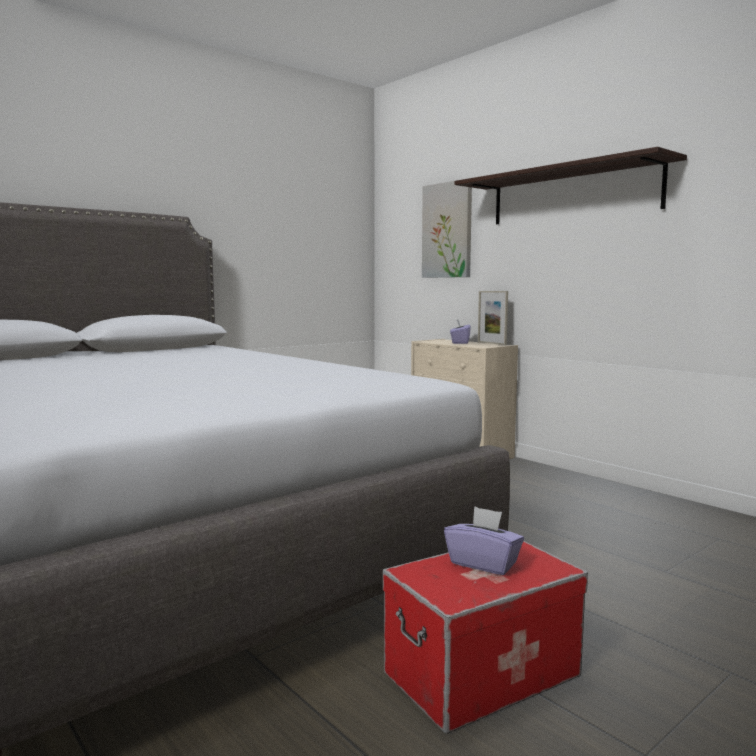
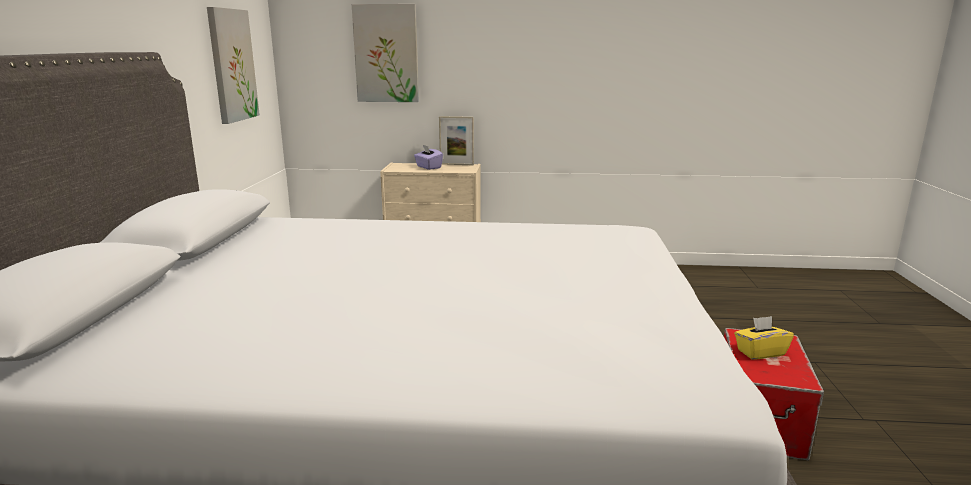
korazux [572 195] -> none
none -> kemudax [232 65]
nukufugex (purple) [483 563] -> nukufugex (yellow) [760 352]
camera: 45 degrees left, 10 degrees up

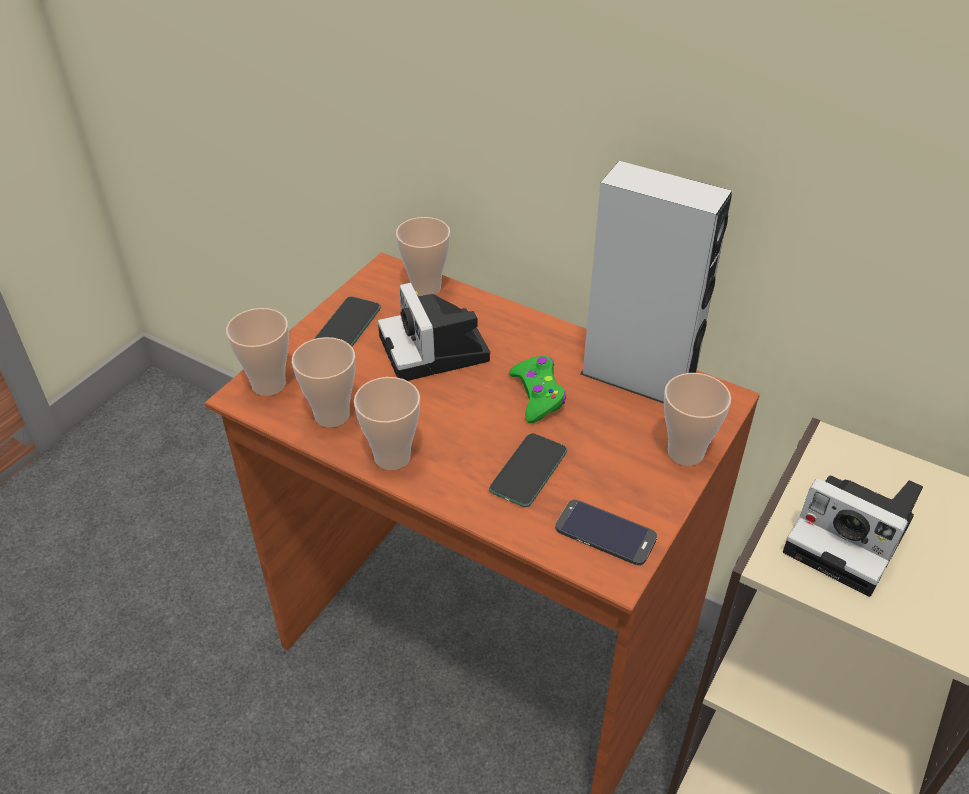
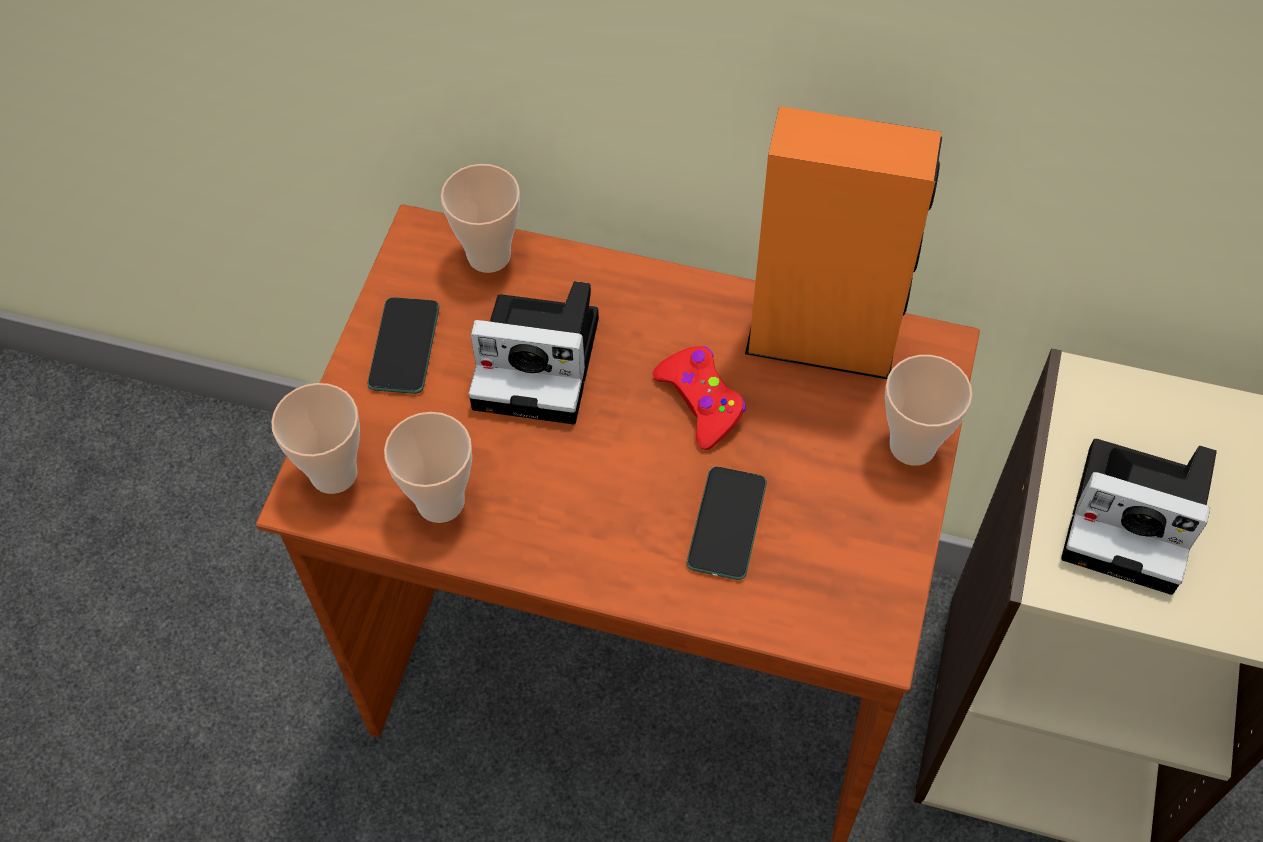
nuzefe [392 457] -> none
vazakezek [605 533] -> none
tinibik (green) [538 395] -> tinibik (red) [701 401]
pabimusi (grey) [637 378] -> pabimusi (orange) [821 343]
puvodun [436 351] -> puvodun [543 361], 45 degrees counterclockwise
camera: 15 degrees left, 15 degrees up

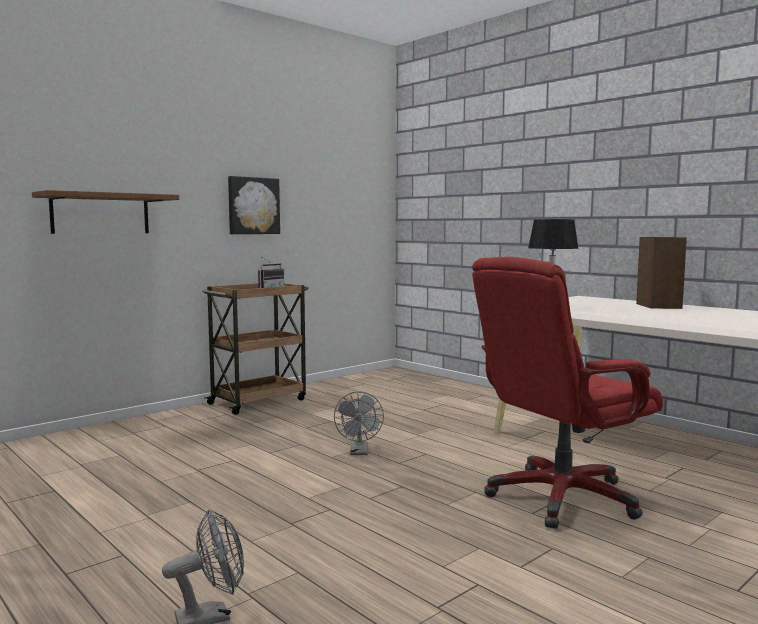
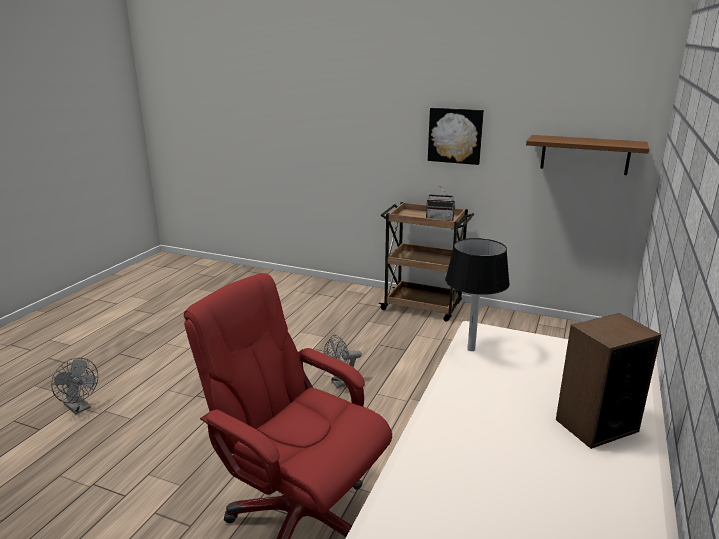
korazux (brown) [100 213] -> korazux (brown) [585 154], moved
camera: 65 degrees right, 15 degrees up

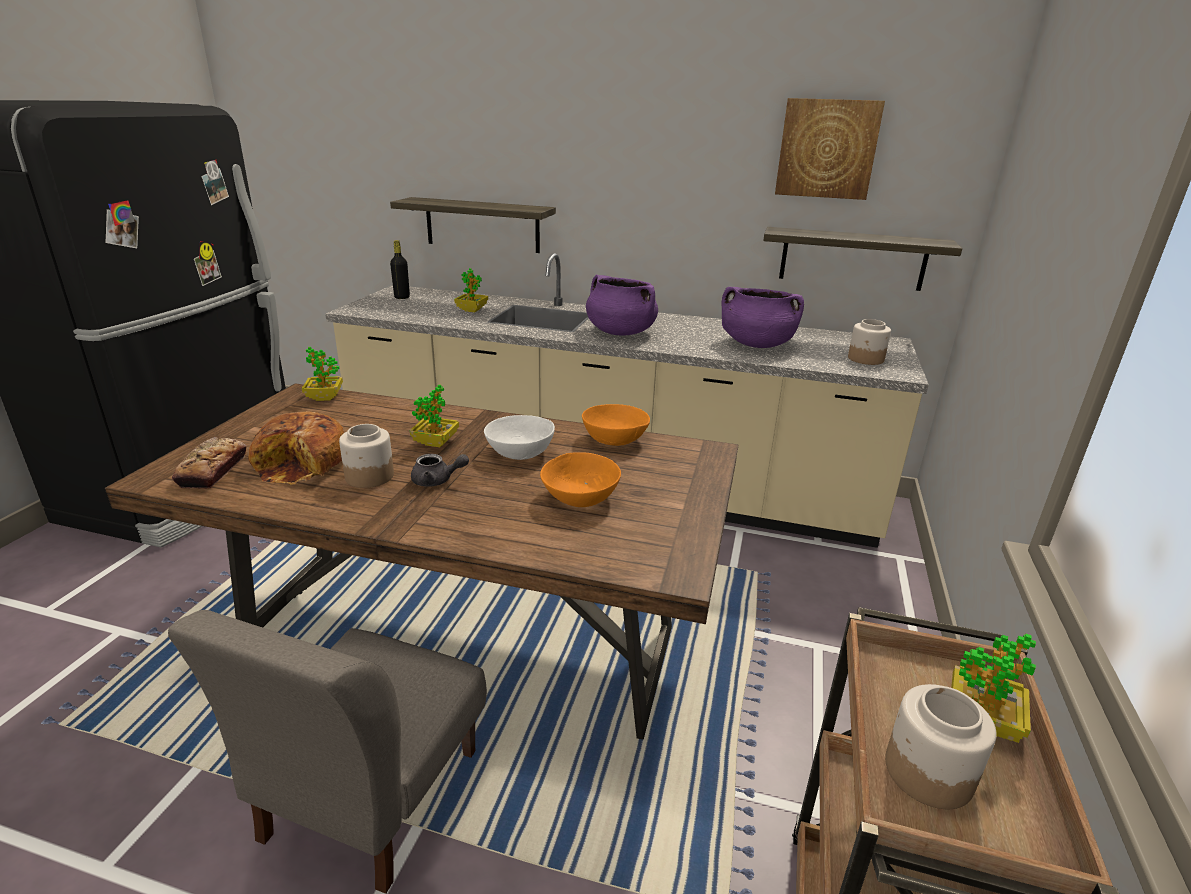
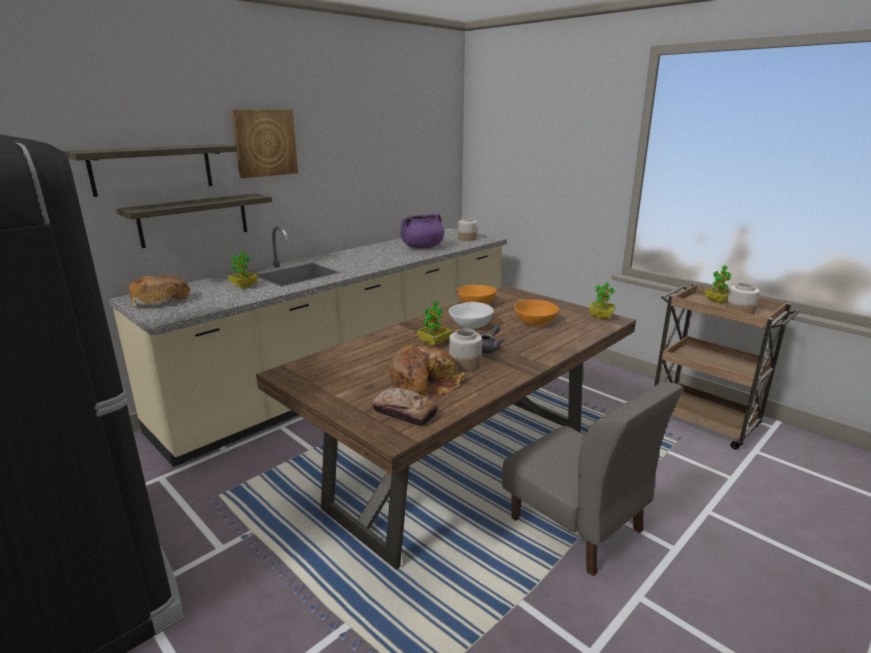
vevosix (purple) [620 332] -> none
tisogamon [324 397] -> tisogamon [600 317], moved
korazux [852 259] -> korazux [152 169], moved
kemudax [827 149] -> kemudax [265 143], moved
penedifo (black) [402 297] -> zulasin [160 300]
camera: 60 degrees left, 5 degrees down

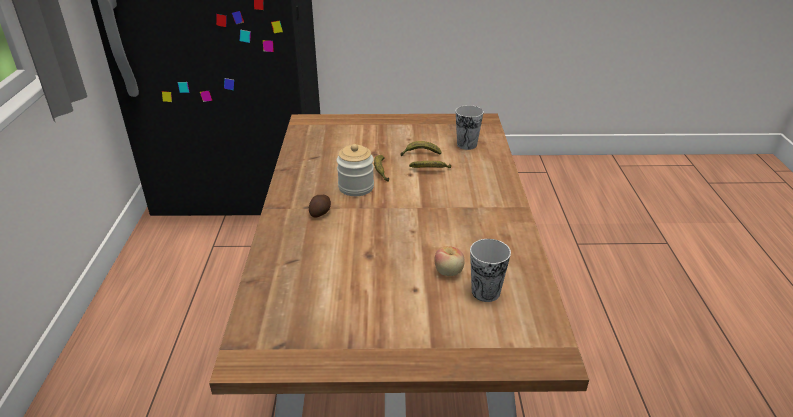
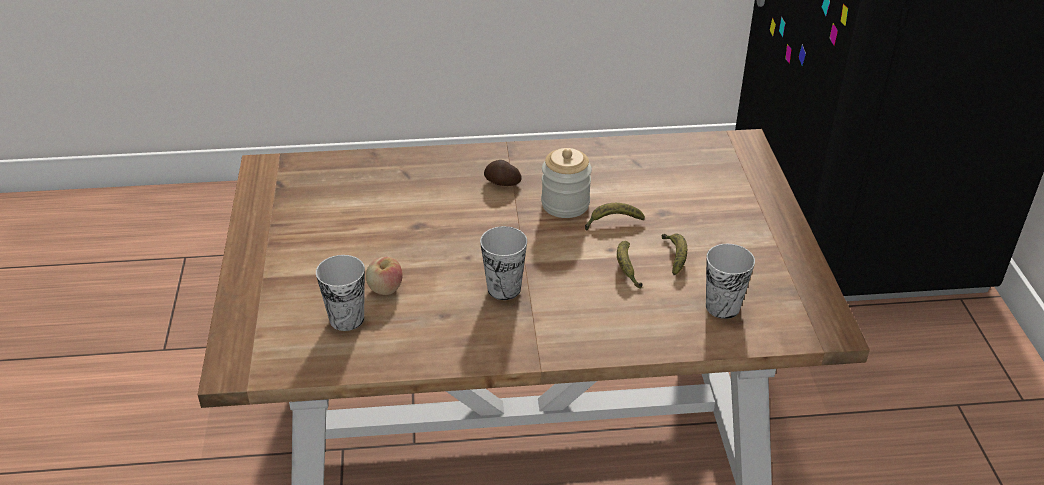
none -> nuzefe [504 289]
camera: 85 degrees right, 5 degrees up

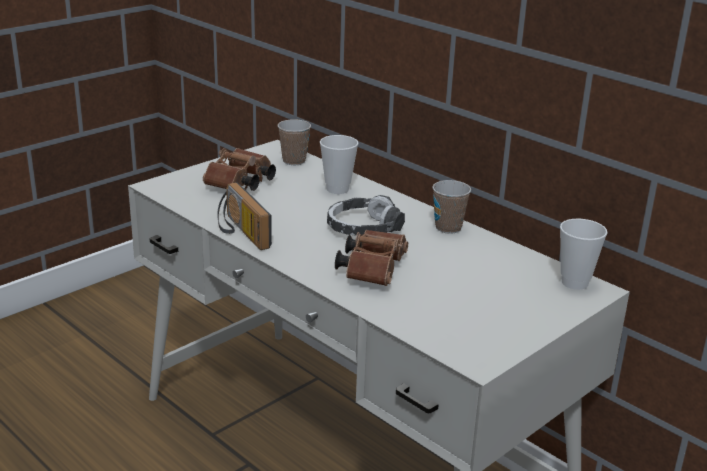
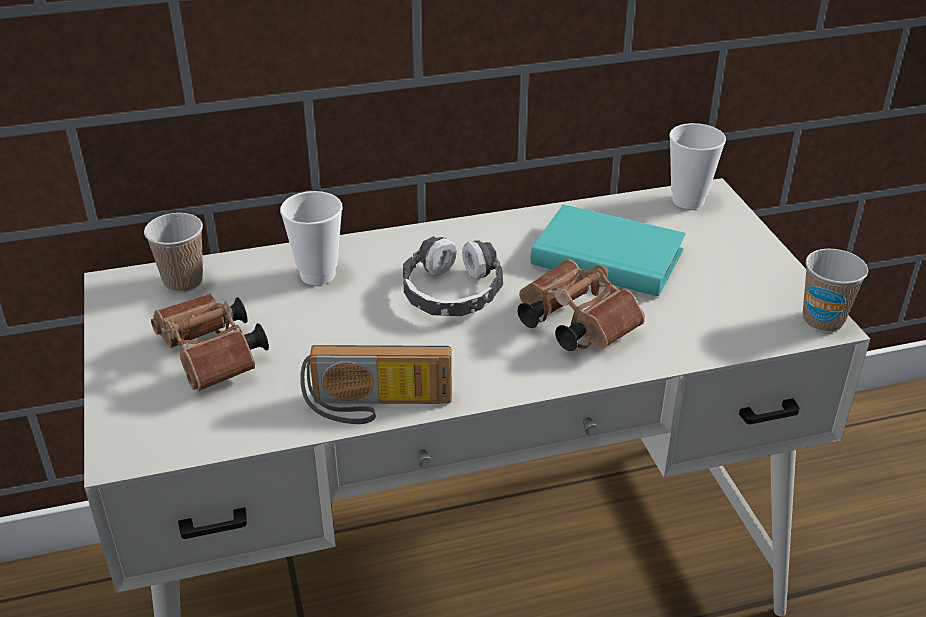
none -> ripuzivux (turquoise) [607 258]
nuzefe [448 228] -> nuzefe [822 320], moved
camera: 60 degrees left, 10 degrees up

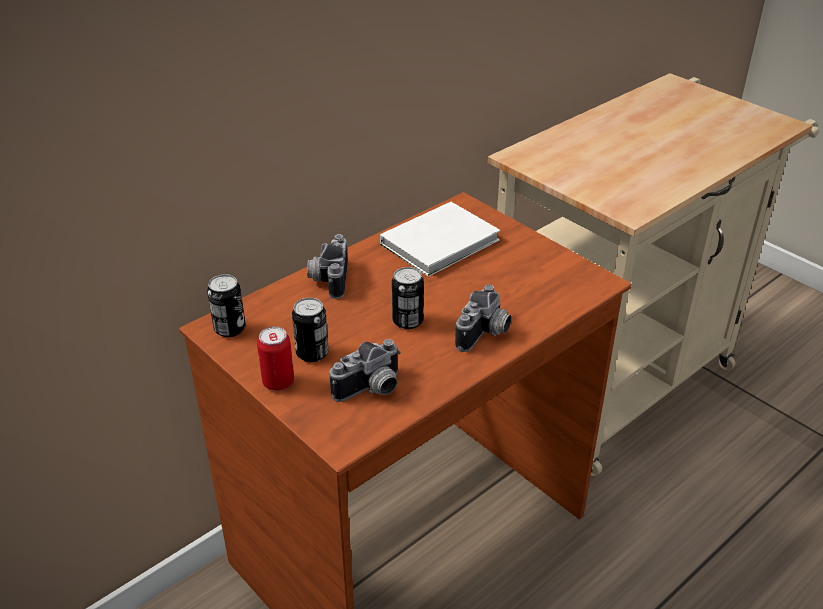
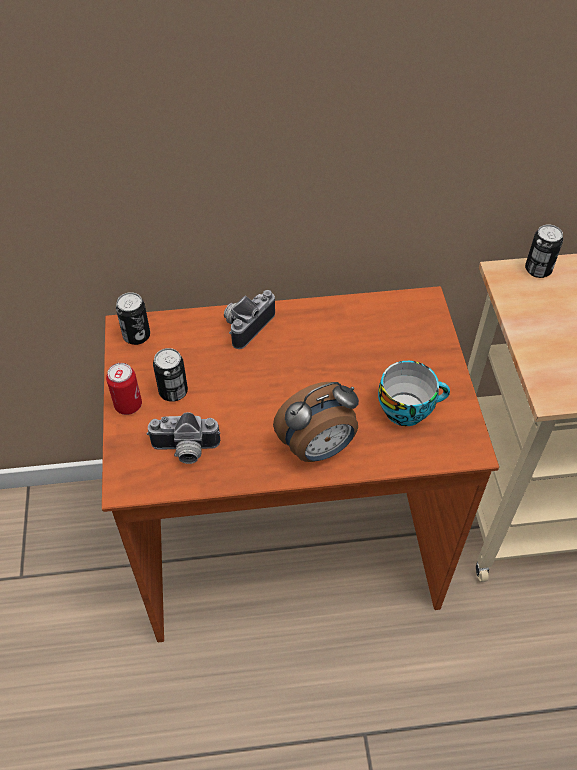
ripuzivux (white) [443 242] -> none
none -> nuzefe [407 408]
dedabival [408 321] -> dedabival [538 270], moved
puvodun [485 334] -> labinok [318 448]
camera: 35 degrees right, 15 degrees up

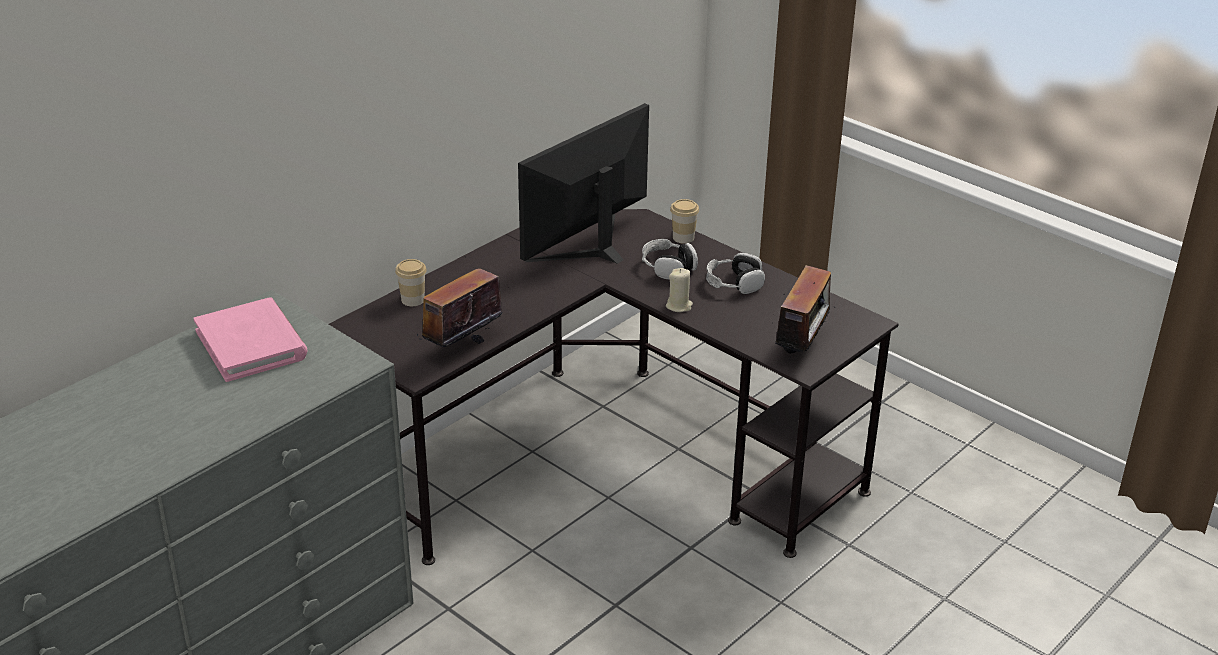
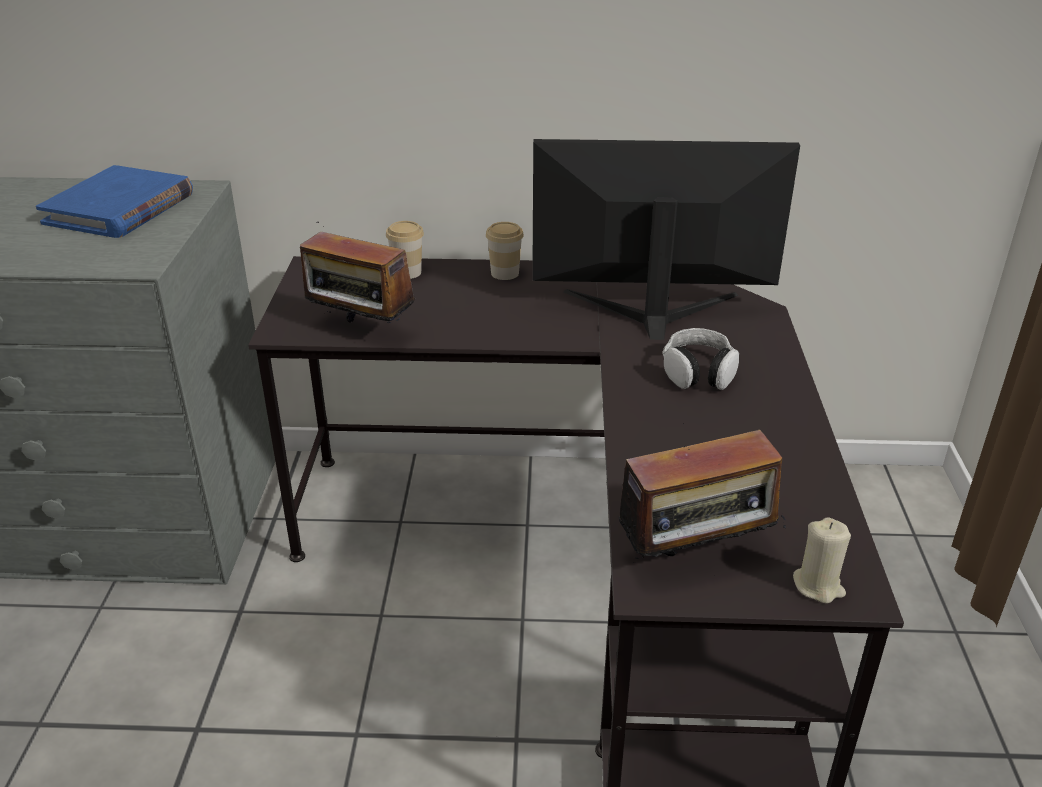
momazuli [734 283] -> none
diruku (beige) [679 306] -> diruku (beige) [818 585], moved
nuzefe [683 238] -> nuzefe [505 273], moved
ripuzivux (pink) [251 344] -> ripuzivux (blue) [120 208]
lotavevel [461 346] -> lotavevel [361 330], 150 degrees counterclockwise
camera: 50 degrees right, 0 degrees up

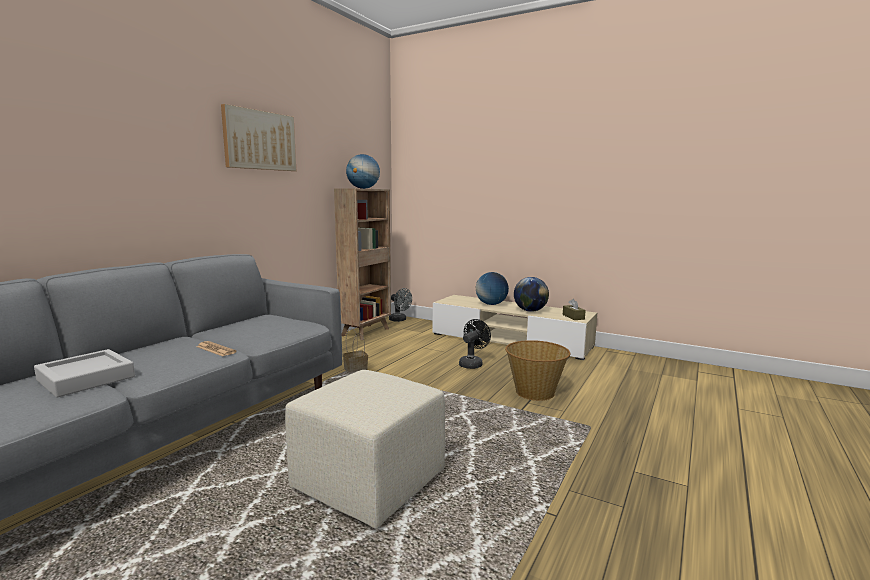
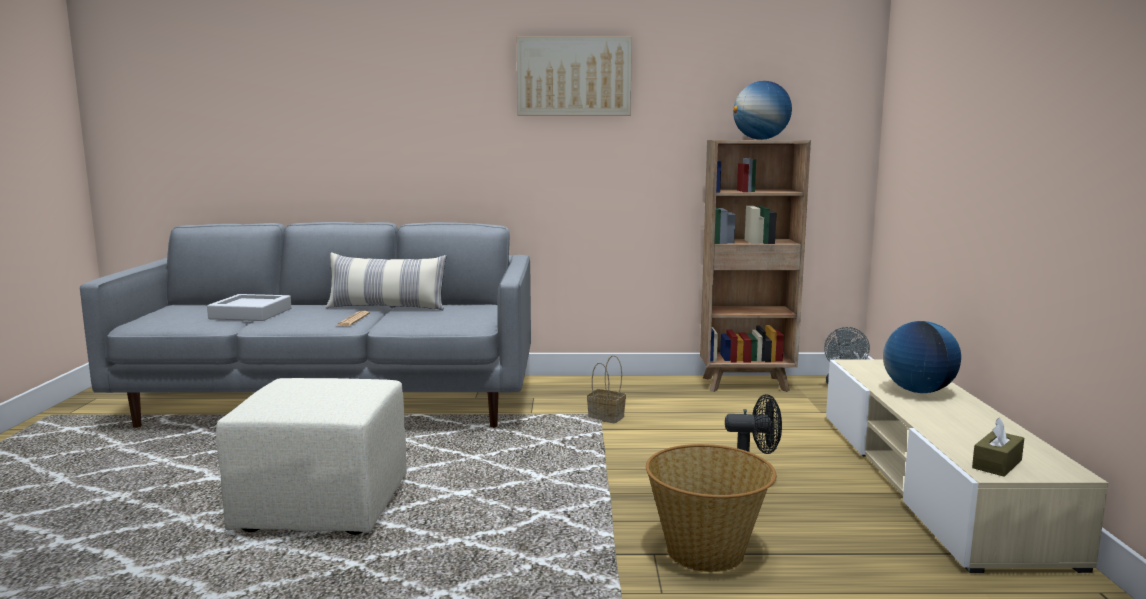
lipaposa [530 311] -> none
none -> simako [387 308]
camera: 60 degrees right, 0 degrees up

